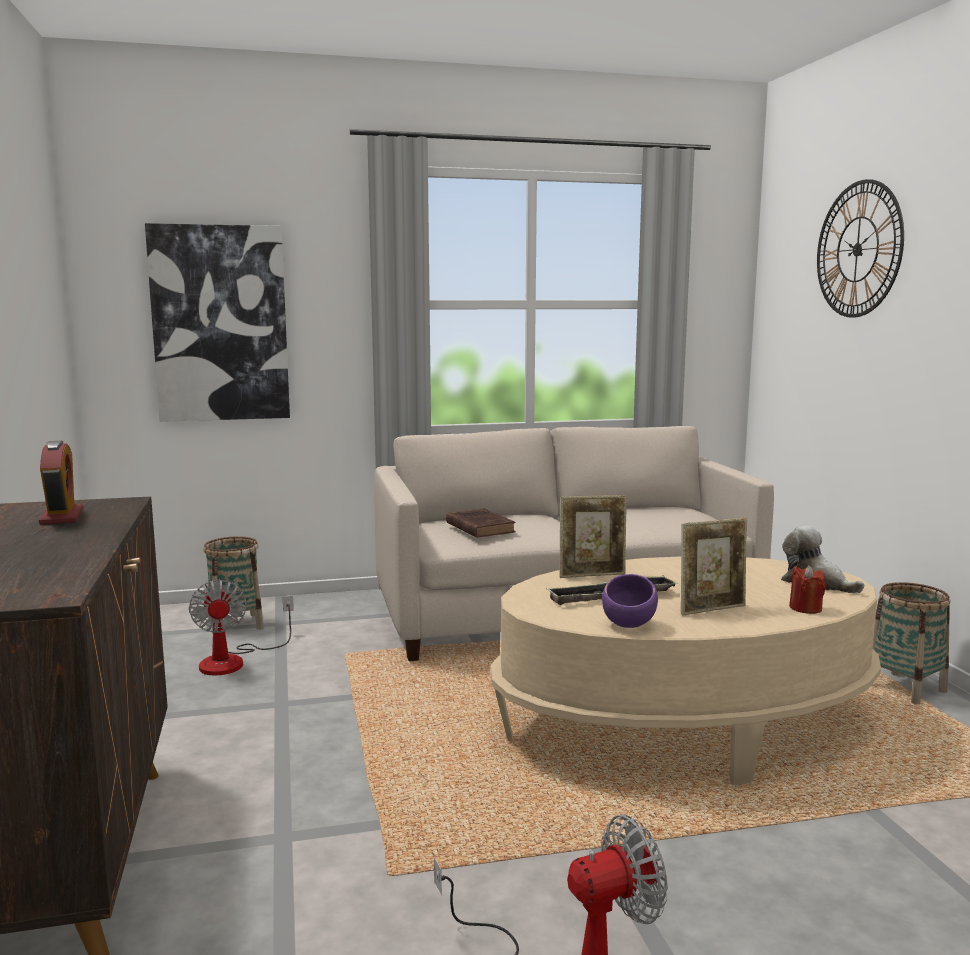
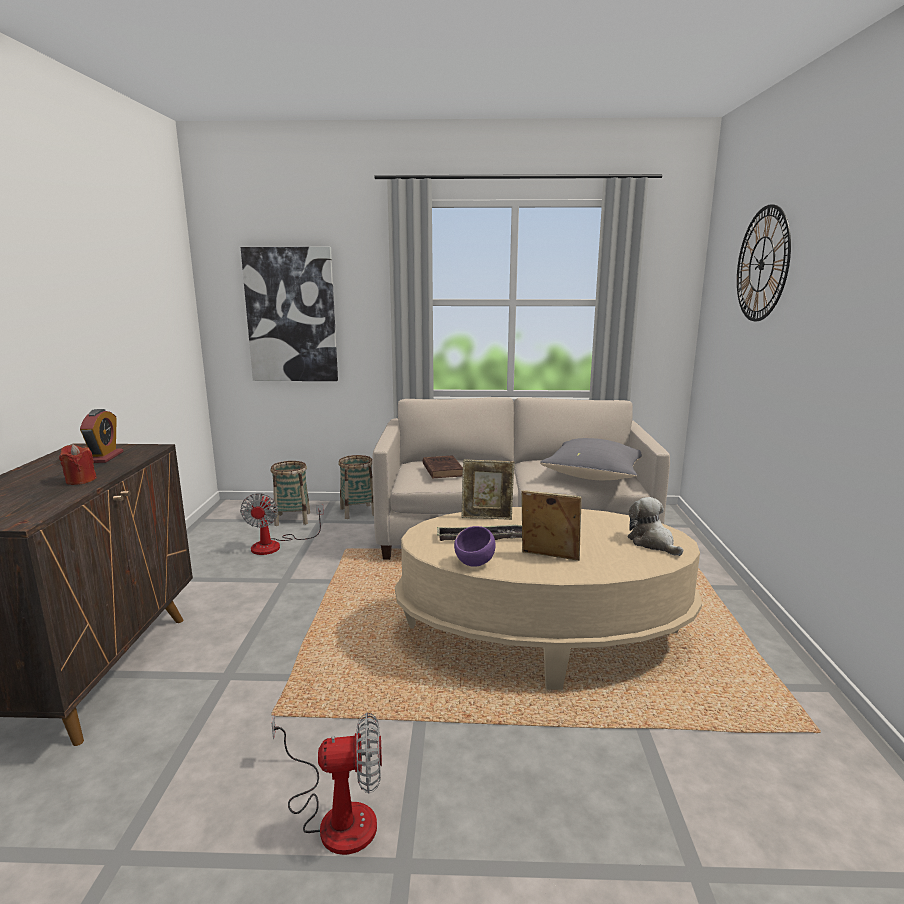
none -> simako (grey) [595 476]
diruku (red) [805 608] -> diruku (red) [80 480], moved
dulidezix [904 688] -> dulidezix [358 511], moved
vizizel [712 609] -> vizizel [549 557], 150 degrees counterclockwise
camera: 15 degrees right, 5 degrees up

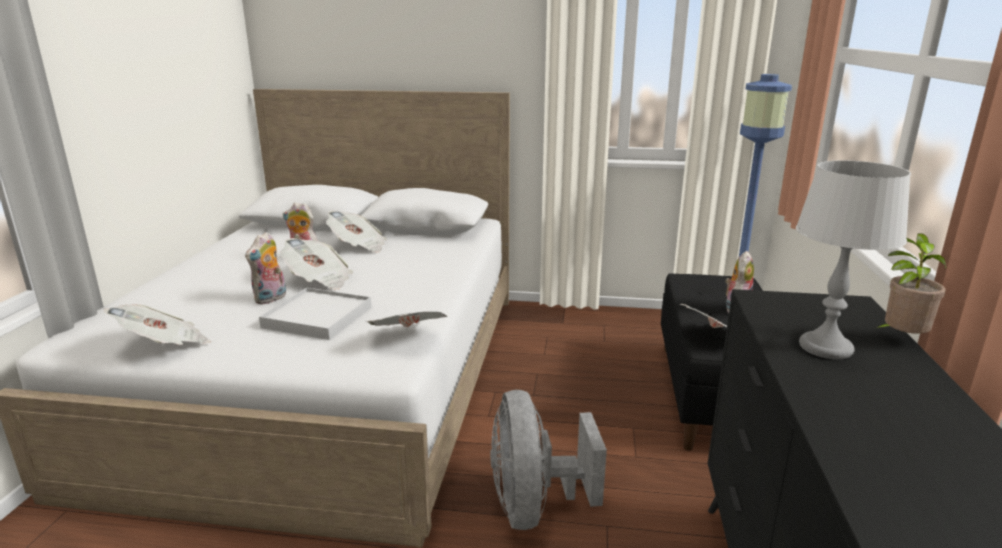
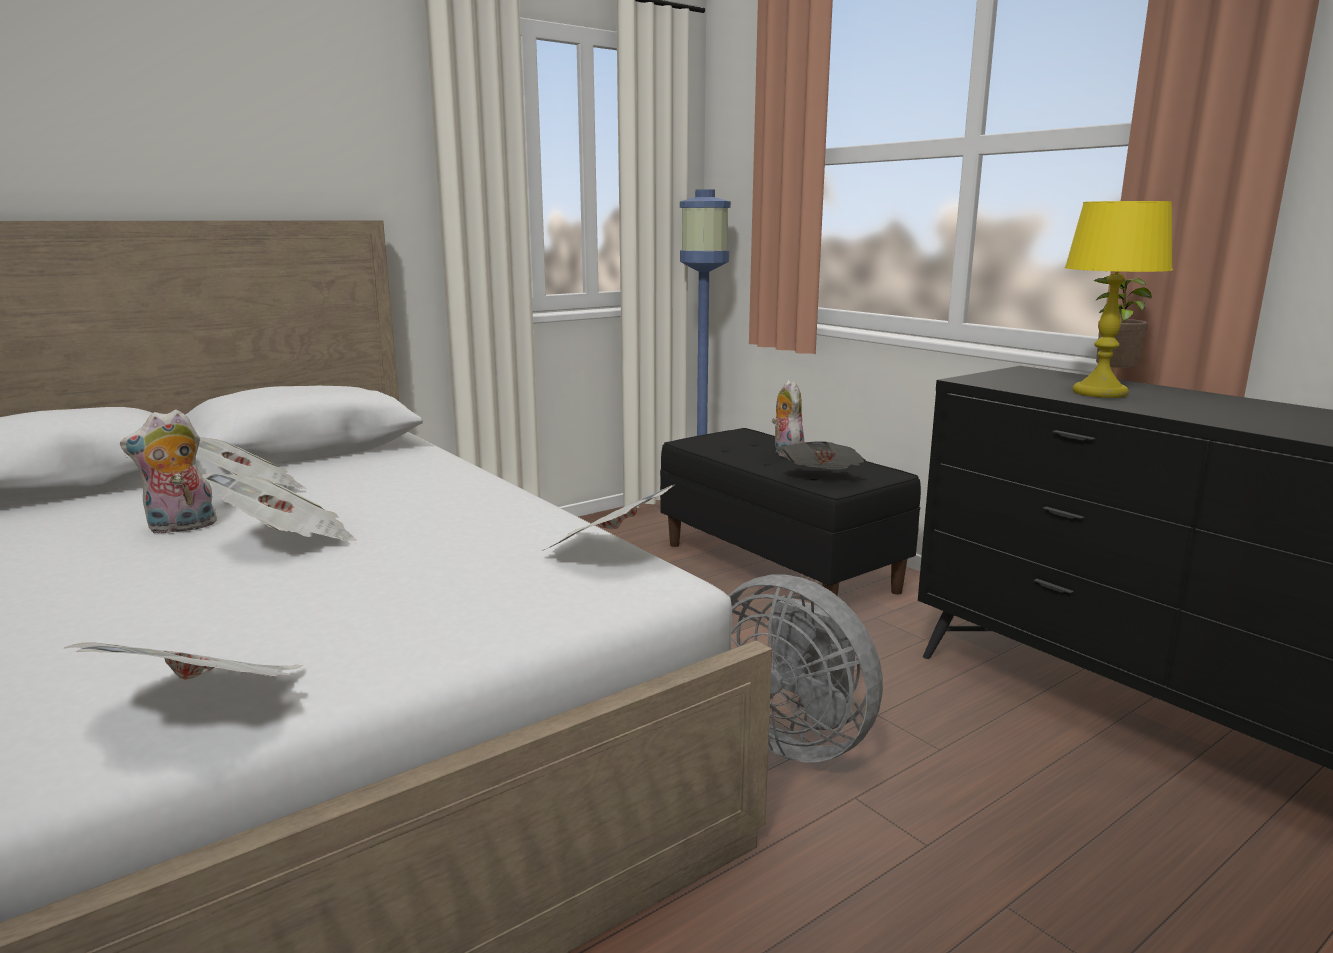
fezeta [271 299] -> none
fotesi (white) [317 317] -> none
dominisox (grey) [825 348] -> dominisox (yellow) [1100 393]
camera: 45 degrees left, 5 degrees down

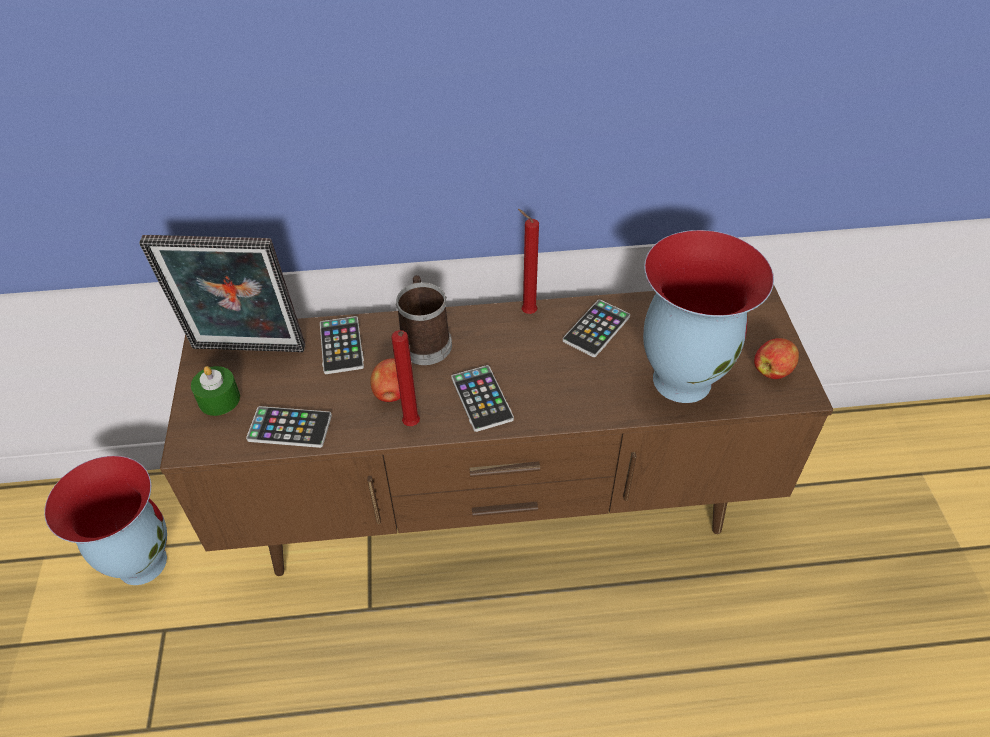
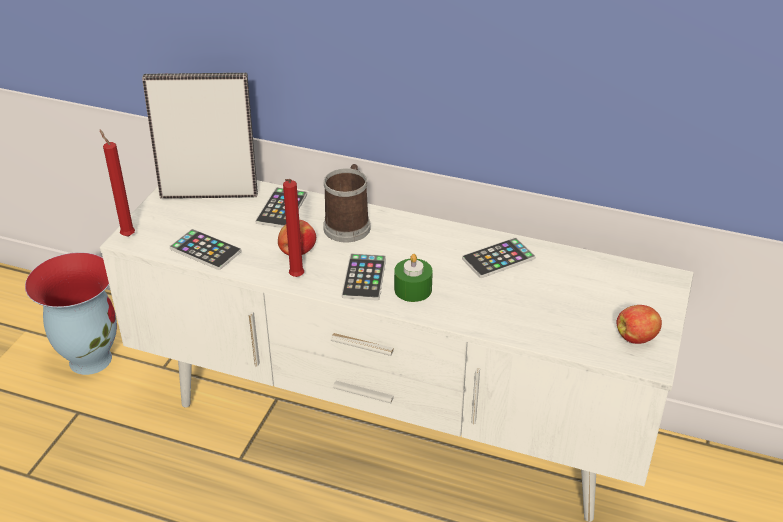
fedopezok [681 378] -> none
diruku (green) [219 399] -> diruku (green) [413 289], moved
diruku (red) [526 312] -> diruku (red) [127 235], moved
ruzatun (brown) [496 512] -> ruzatun (white) [391 427]
vizizel [247 352] -> vizizel [209 192], 150 degrees clockwise
camera: 25 degrees right, 10 degrees down

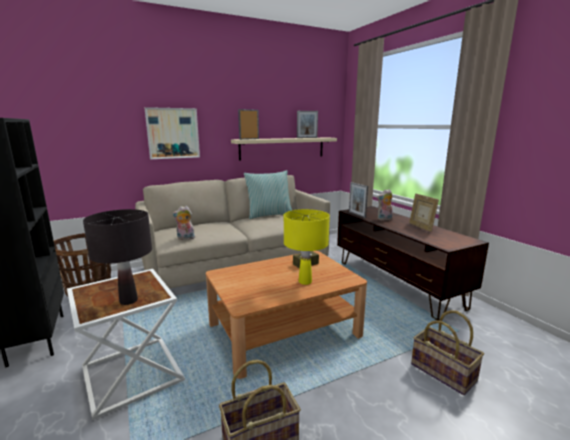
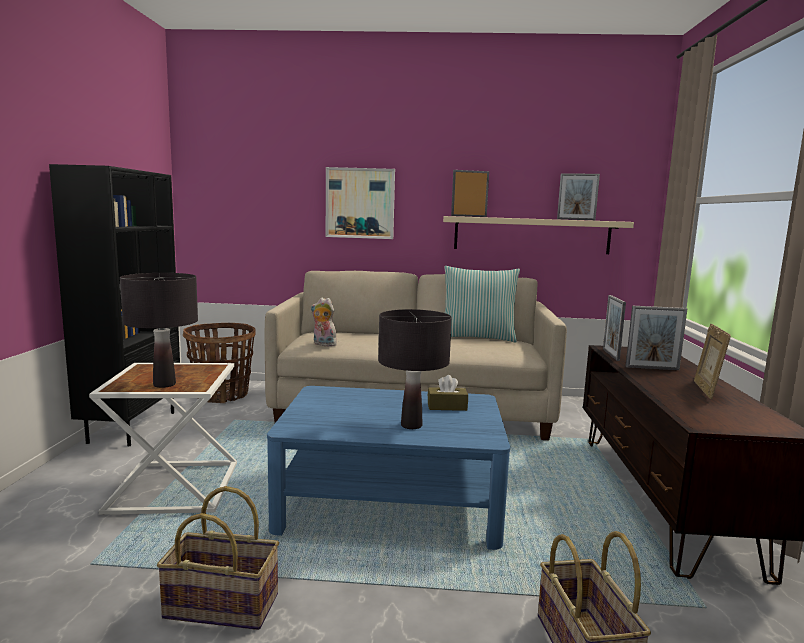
fezeta [384 219] -> vizizel [652 368]
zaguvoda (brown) [284 329] -> zaguvoda (blue) [391 501]
dominisox (yellow) [305 281] -> dominisox (black) [411 425]
camera: 30 degrees right, 5 degrees down

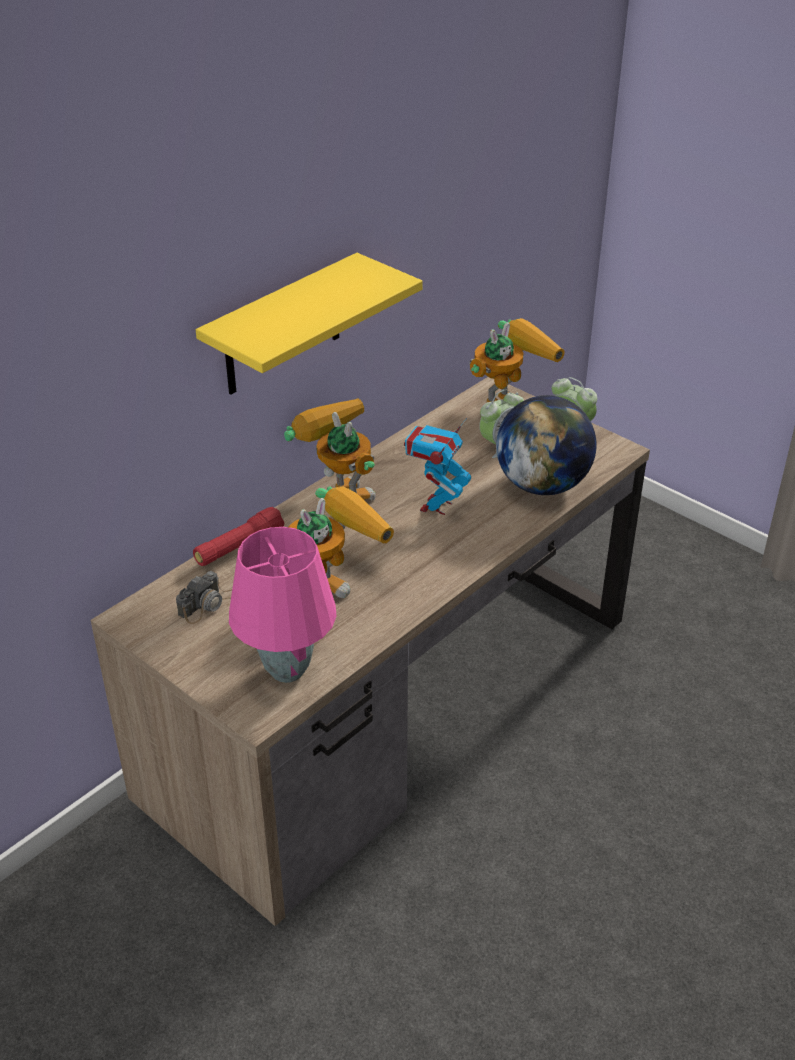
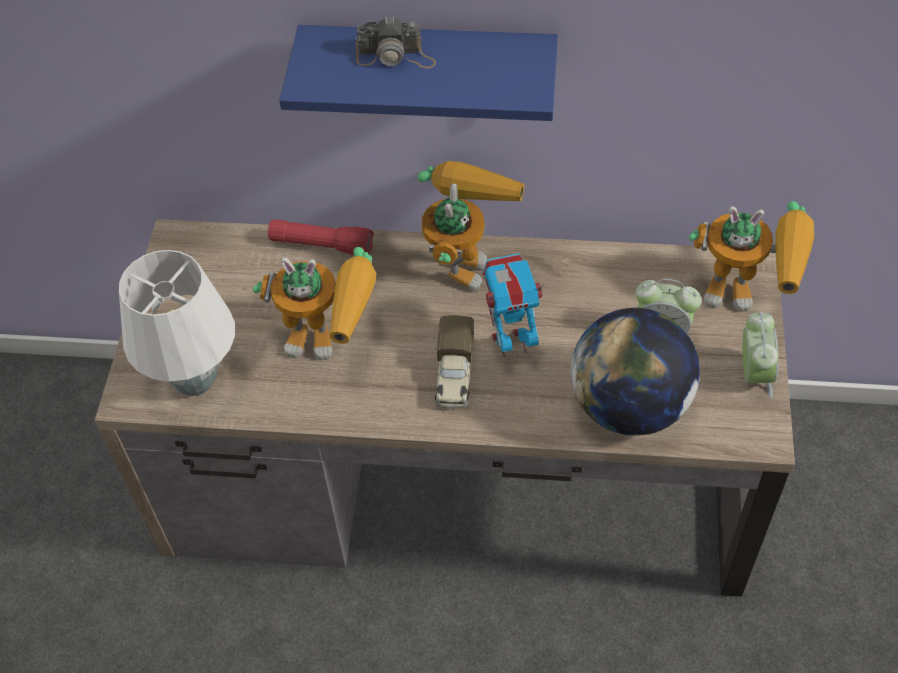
none -> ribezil [454 374]
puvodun [209 604] -> puvodun [396 56], moved
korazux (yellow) [282 327] -> korazux (blue) [429 68]
dominisox (pink) [287 669] -> dominisox (white) [196 380]
camera: 55 degrees right, 15 degrees up

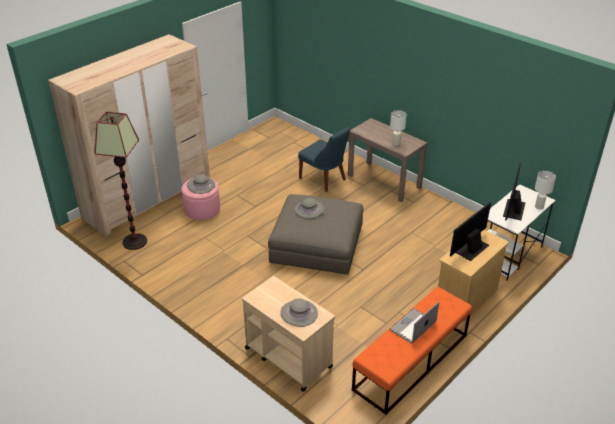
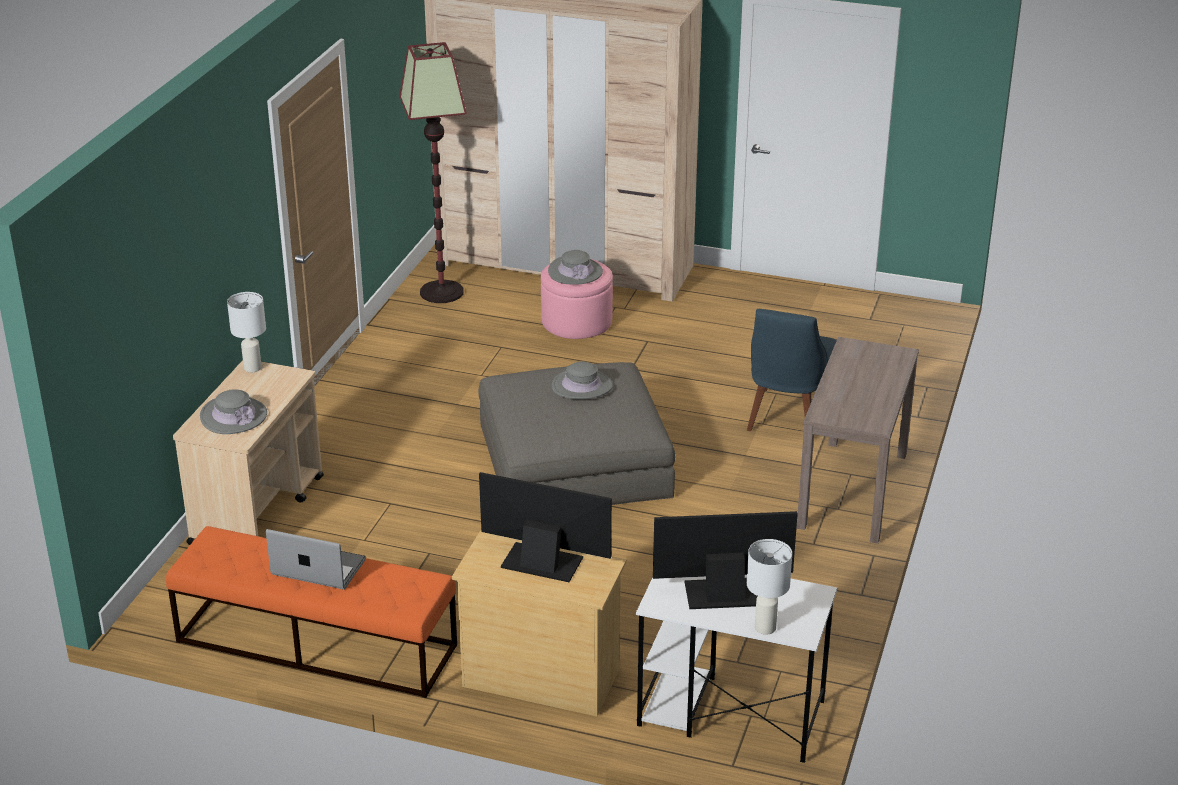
dominisox (white) [396 143] -> dominisox (white) [253 367], moved
camera: 65 degrees right, 5 degrees down

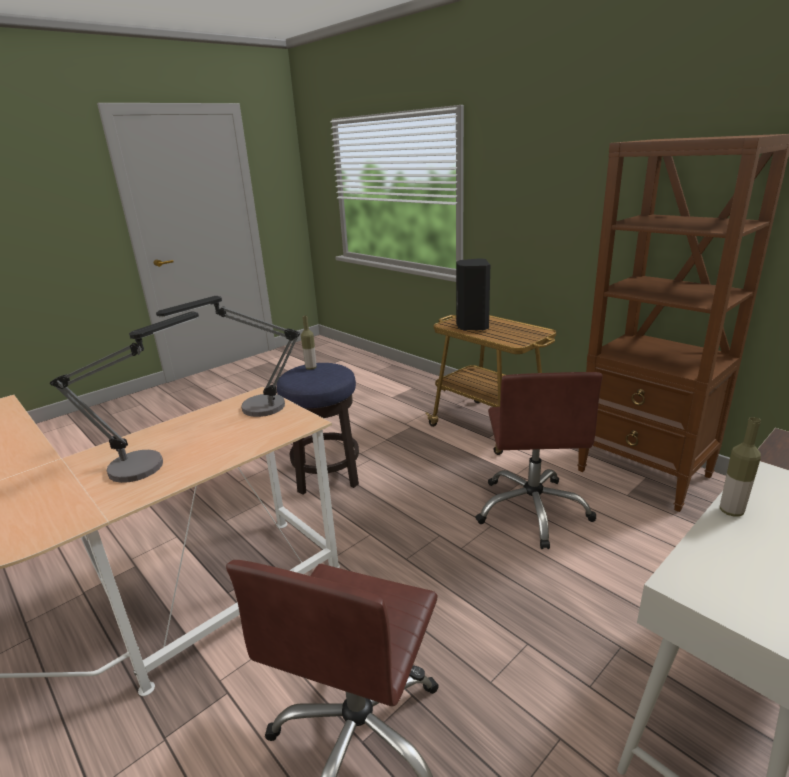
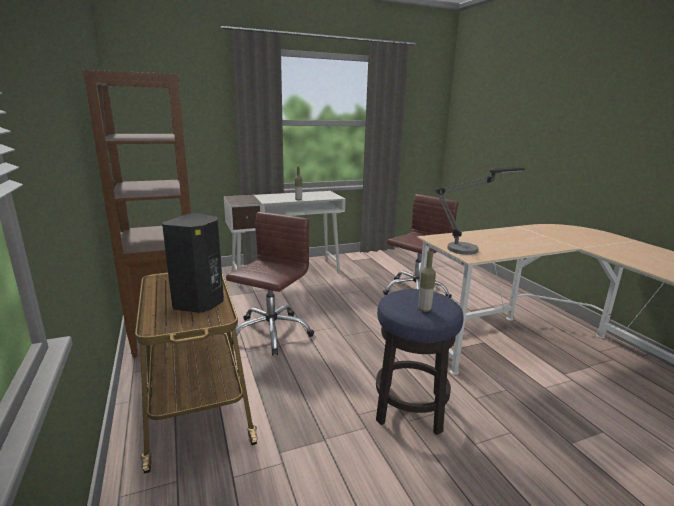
dominisox [151 461] -> none
camera: 160 degrees left, 5 degrees down

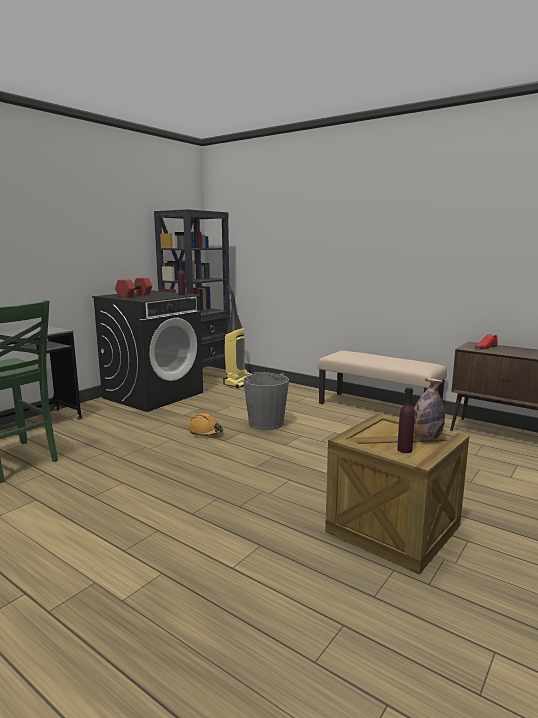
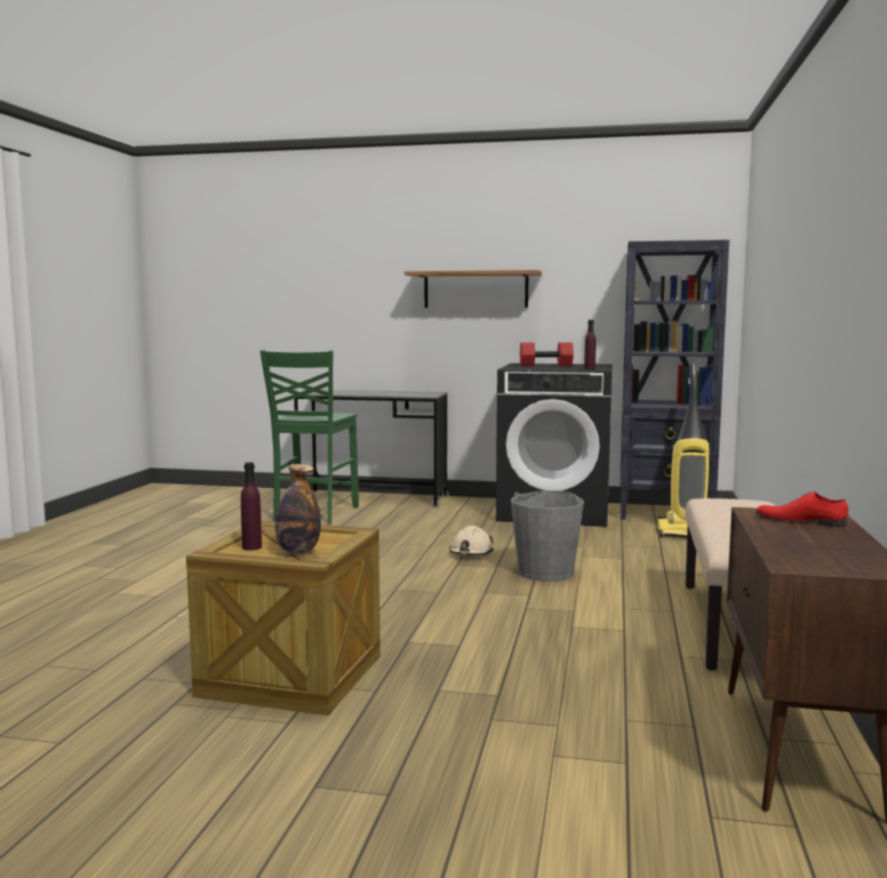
none -> korazux [475 290]
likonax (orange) [206 432] -> likonax (beige) [471 553]
camera: 65 degrees right, 5 degrees down

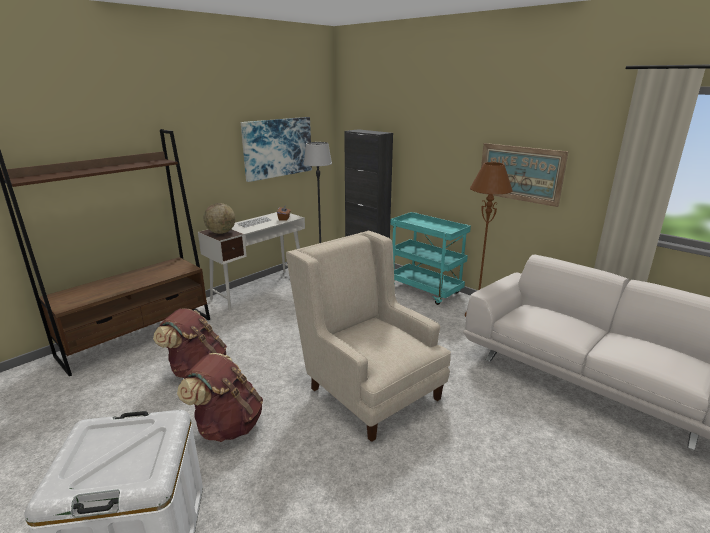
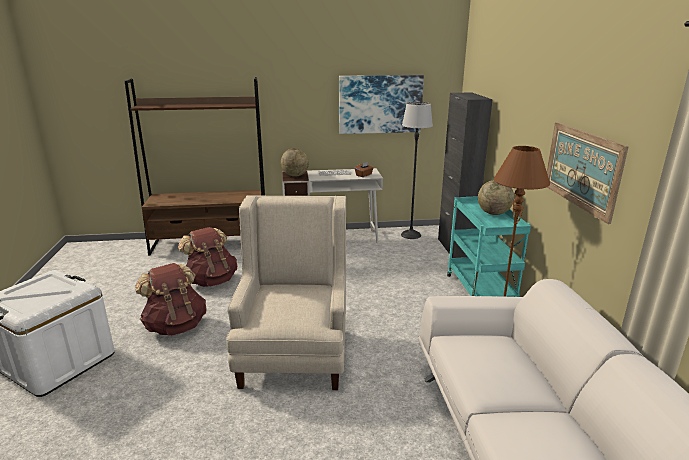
none -> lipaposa [493 213]
camera: 40 degrees right, 0 degrees up

